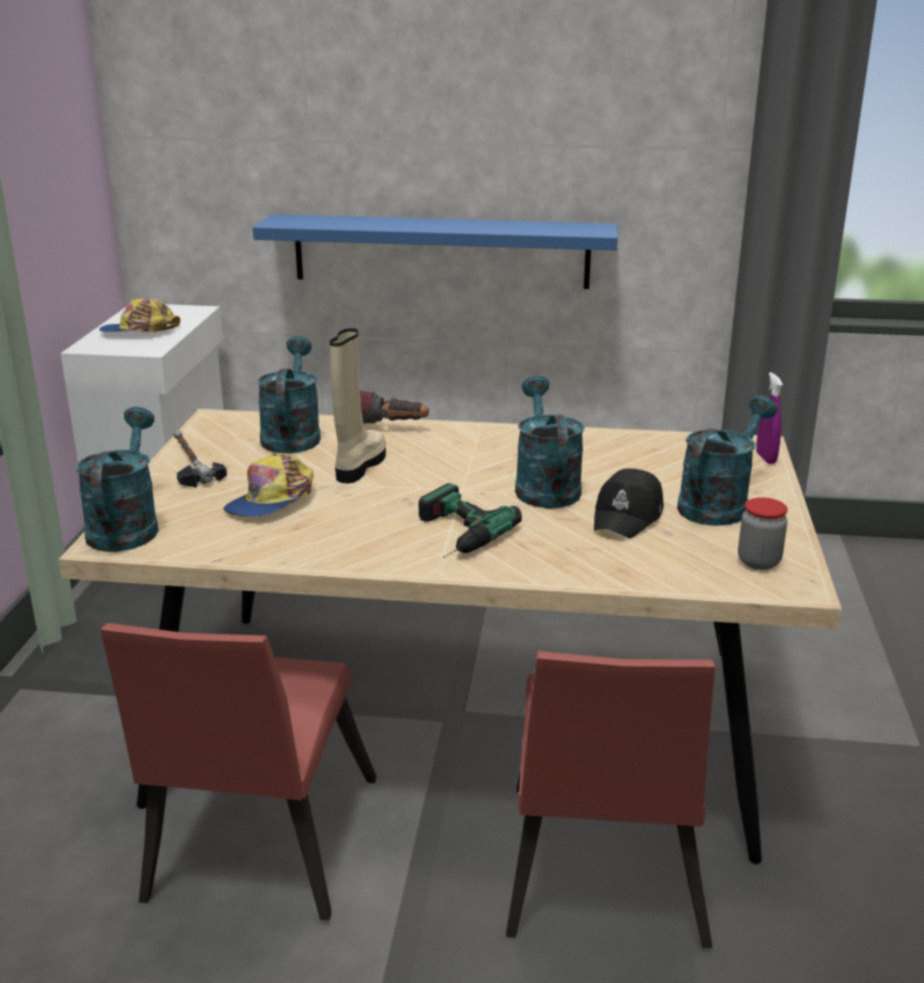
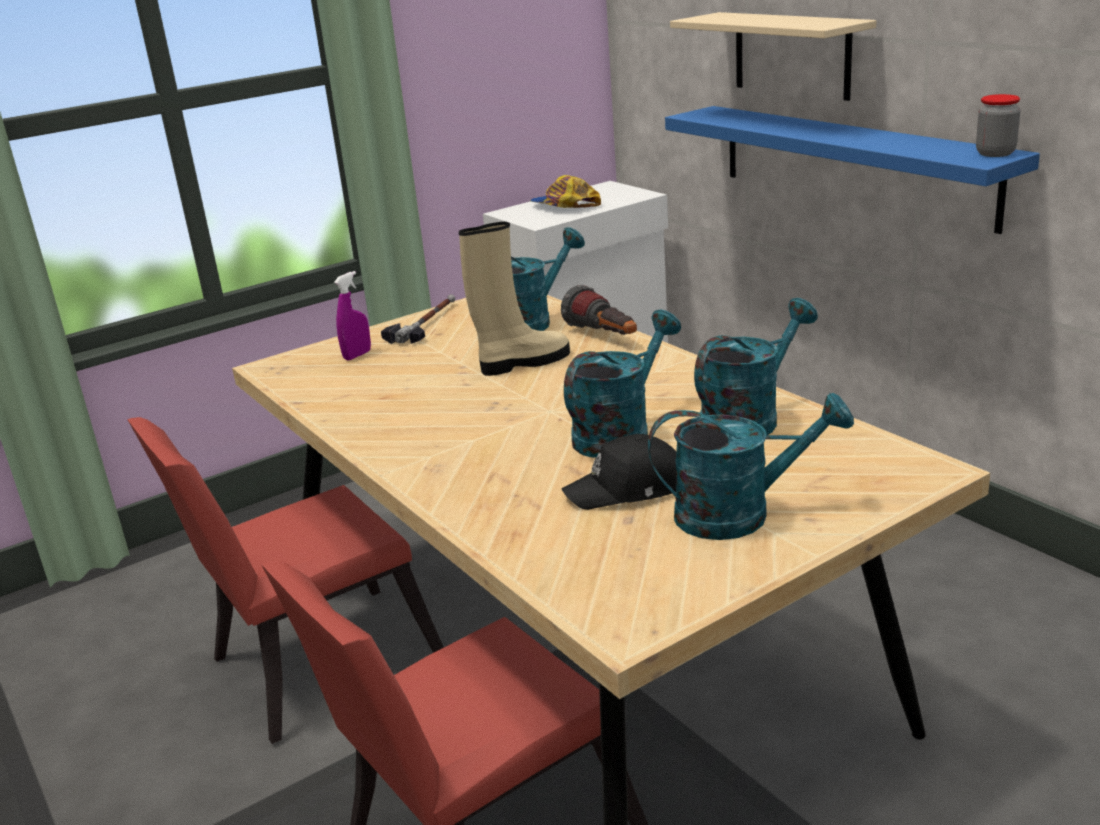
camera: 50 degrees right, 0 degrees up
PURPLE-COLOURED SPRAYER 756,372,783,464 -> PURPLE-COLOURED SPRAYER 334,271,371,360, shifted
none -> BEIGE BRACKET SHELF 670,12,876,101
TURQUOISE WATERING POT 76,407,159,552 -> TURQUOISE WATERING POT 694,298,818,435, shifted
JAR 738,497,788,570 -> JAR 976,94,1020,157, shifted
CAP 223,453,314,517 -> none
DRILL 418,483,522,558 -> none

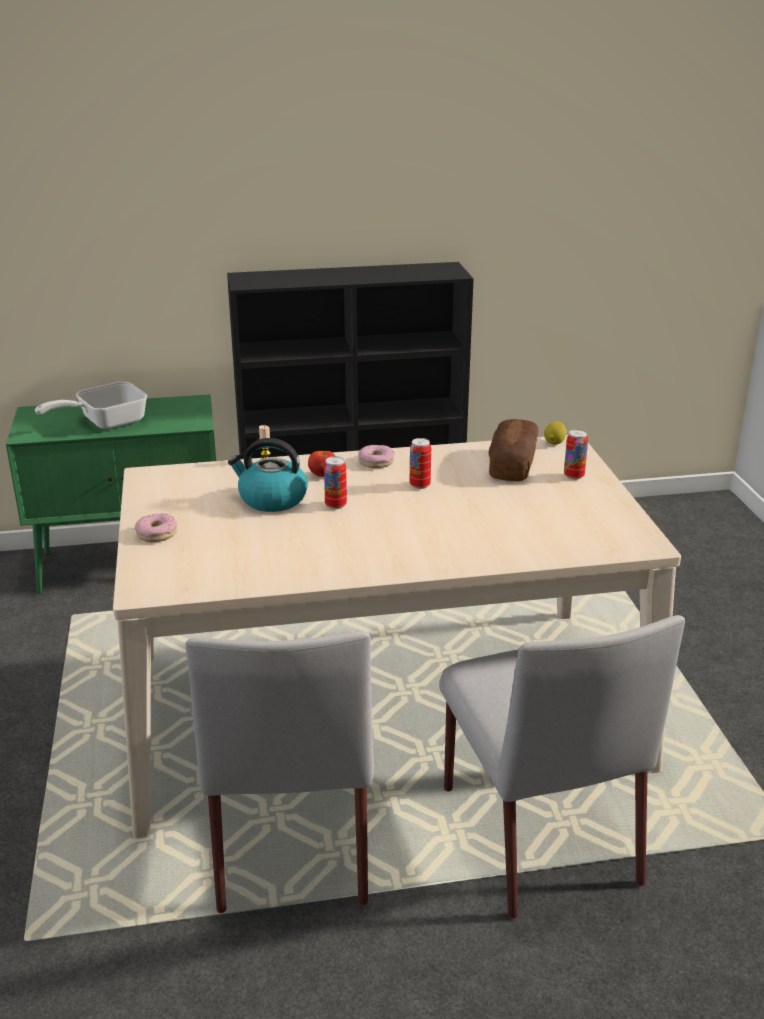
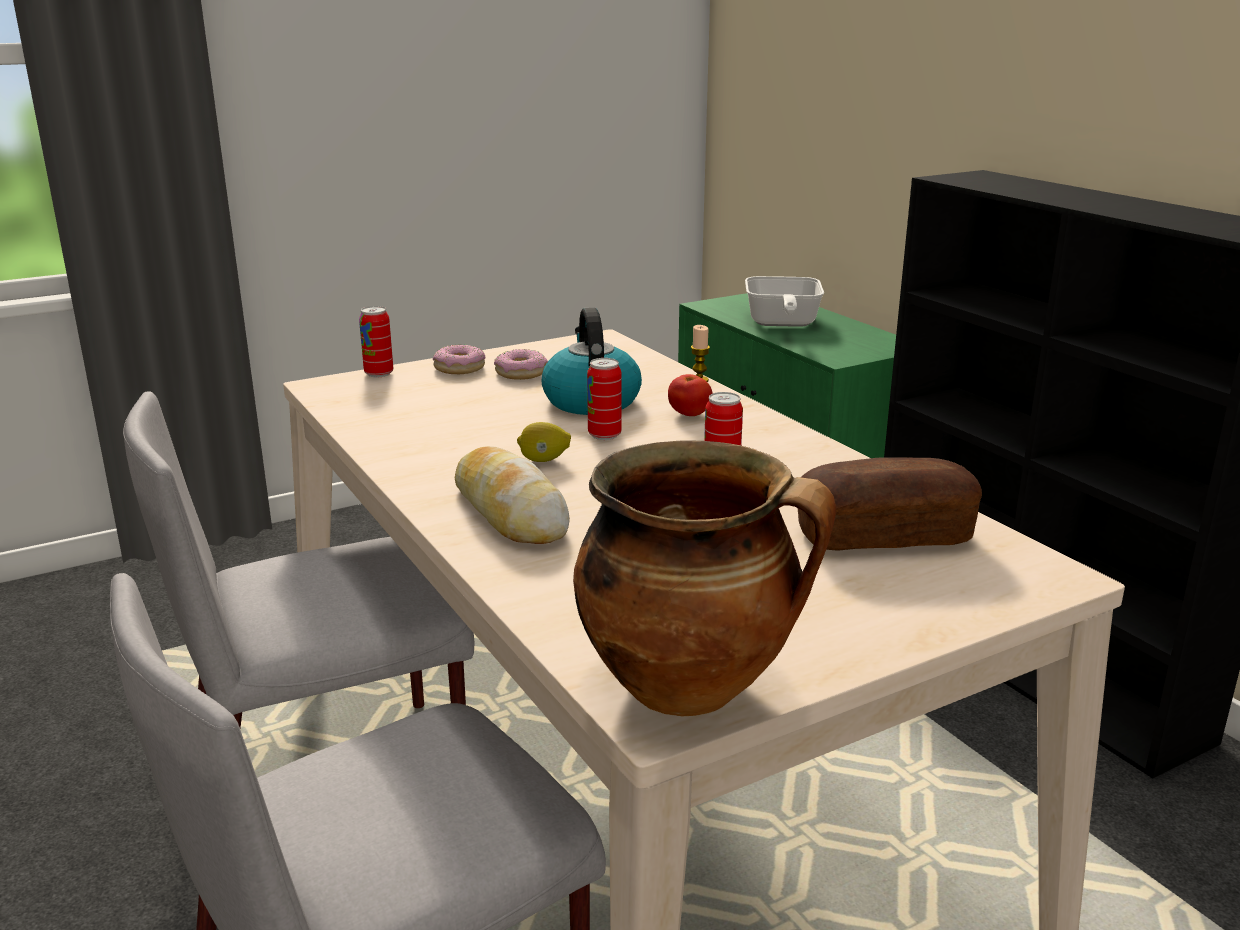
camera: 70 degrees right, 5 degrees down
SEALED CAN 564,429,588,480 -> SEALED CAN 359,306,393,377, shifted
none -> BAKED BREAD 455,446,570,544
DONUT 358,445,395,468 -> DONUT 494,349,548,380, shifted
LEMON 544,422,567,445 -> LEMON 517,422,571,462, shifted
none -> SAUCEPOT 573,441,836,716
SKILLET 35,382,148,430 -> SKILLET 745,276,824,327, 120 degrees counterclockwise

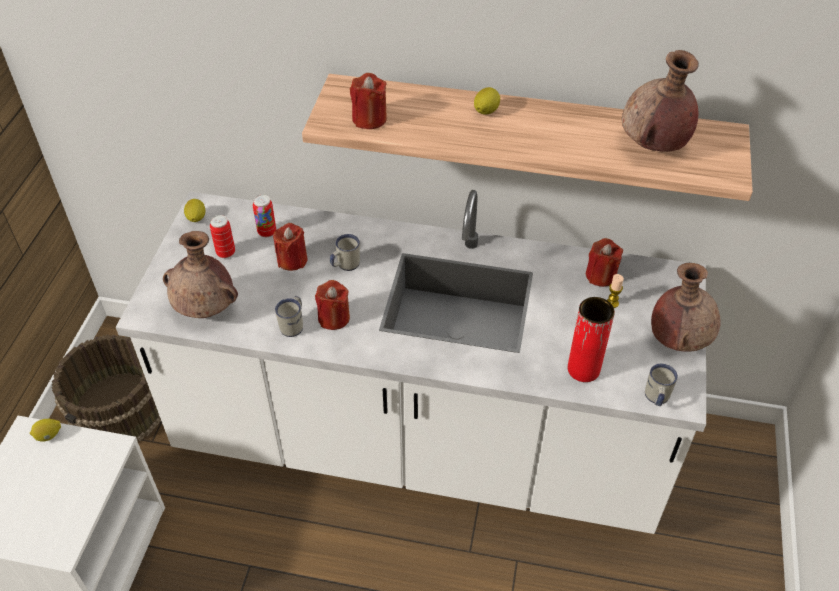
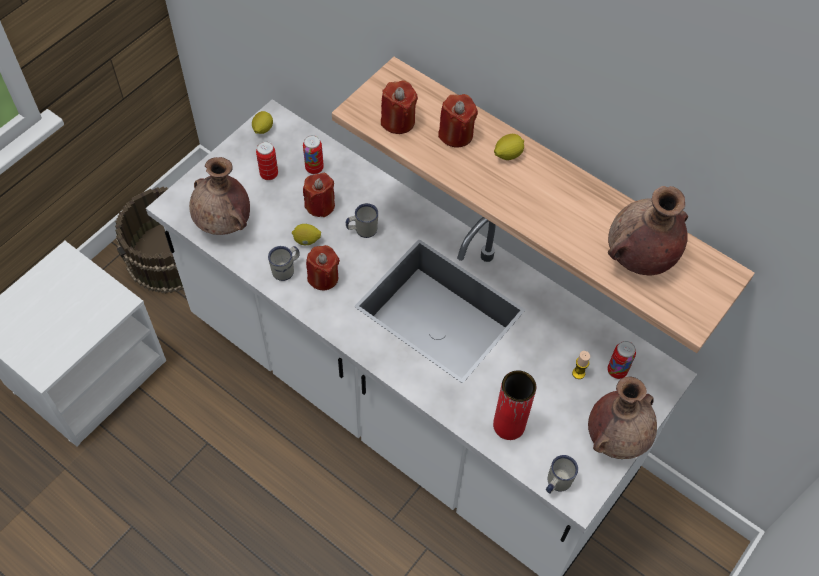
camera: 25 degrees right, 10 degrees up
LEMON 30,419,61,442 -> LEMON 292,224,321,245, shifted
RED WAX CANDLE 586,238,623,287 -> RED WAX CANDLE 438,94,478,148, shifted
none -> SEALED CAN 607,341,636,379

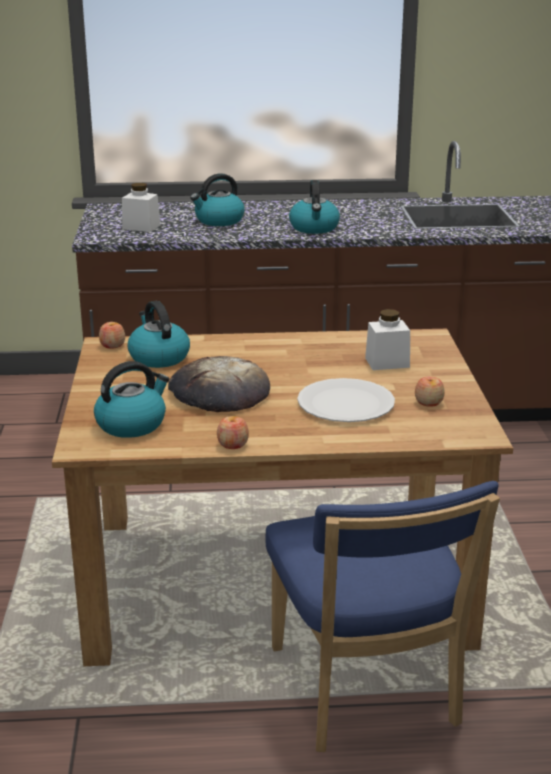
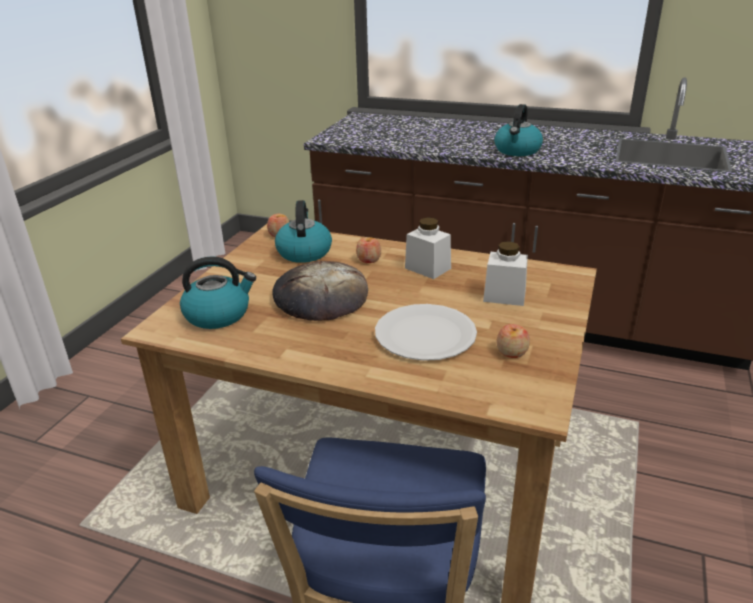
camera: 25 degrees right, 5 degrees up
WHOLE APPLE 217,416,249,449 -> WHOLE APPLE 356,237,381,263, shifted
WHITISH JAR 122,183,160,232 -> WHITISH JAR 405,217,451,279, shifted
TEA KETTLE 190,173,245,226 -> none

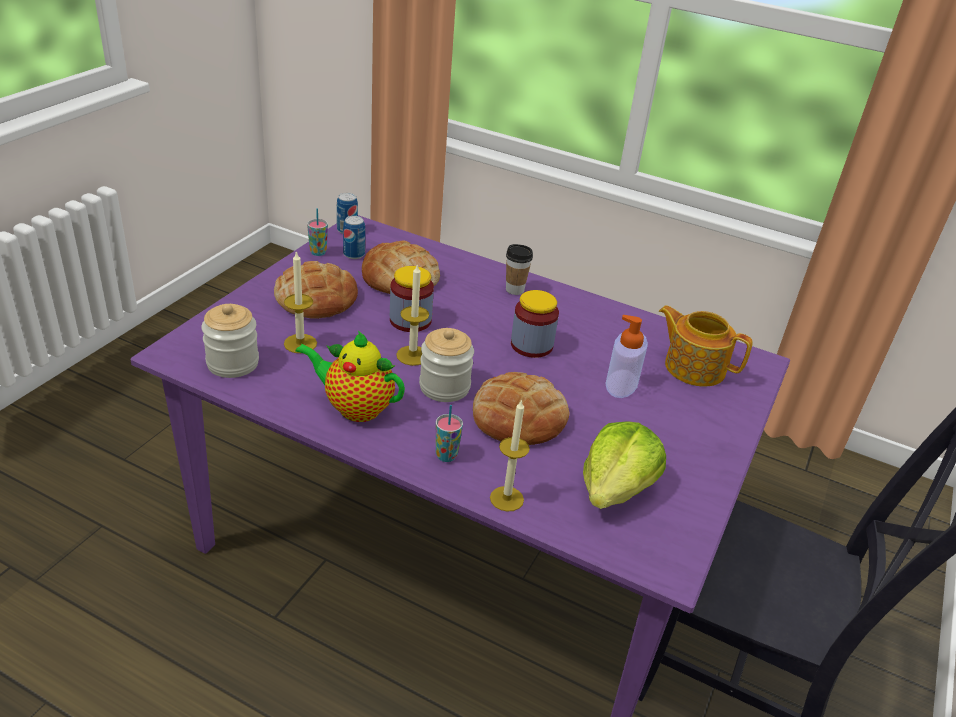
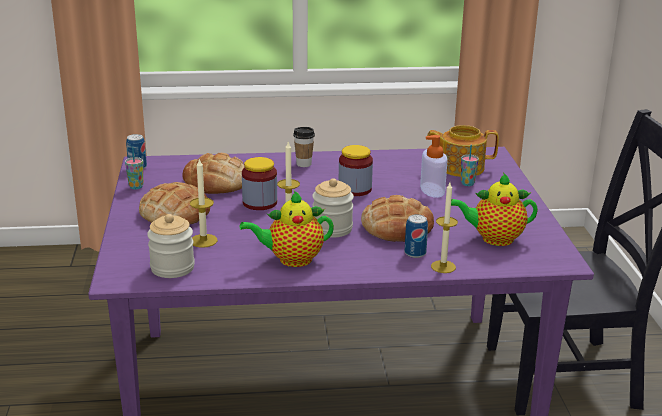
camera: 30 degrees left, 10 degrees down
SEALED CAN 343,216,365,259 -> SEALED CAN 405,214,428,258, shifted
HEAD OF LETTUCE 583,421,666,509 -> POT FOR TEA 451,173,538,246
DRINKING CUP 436,405,463,462 -> DRINKING CUP 461,145,479,186, shifted

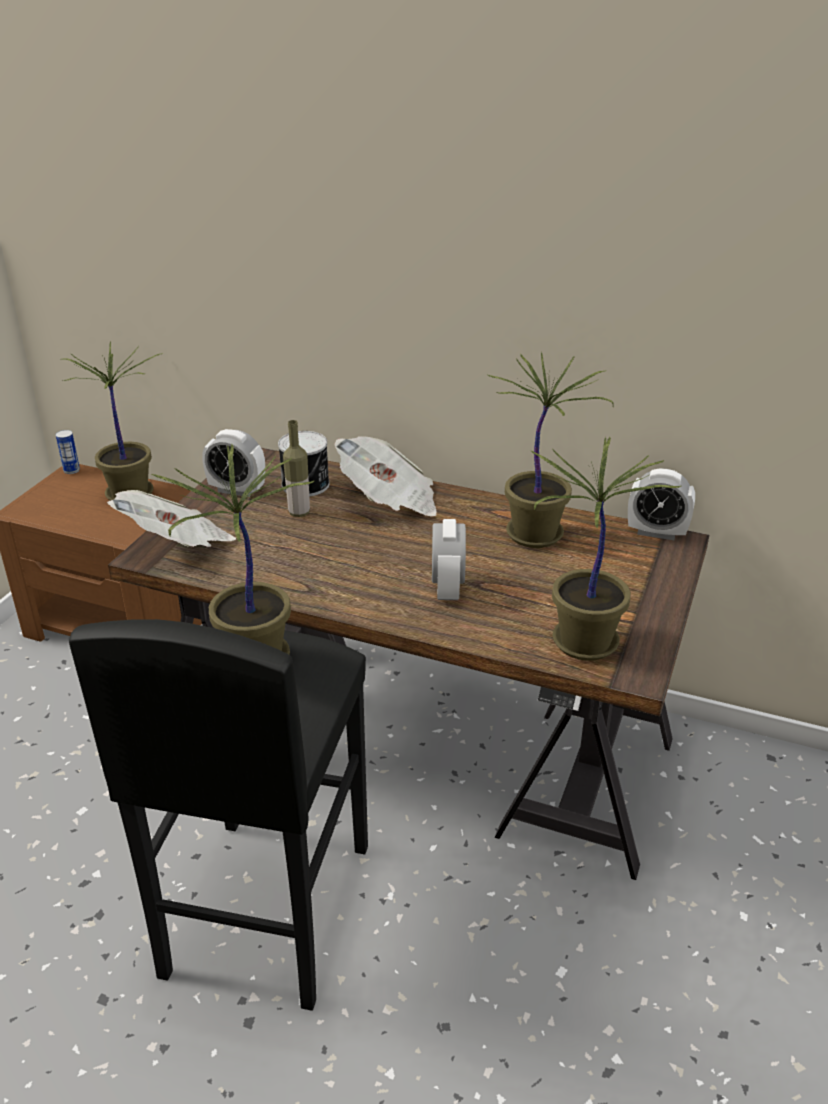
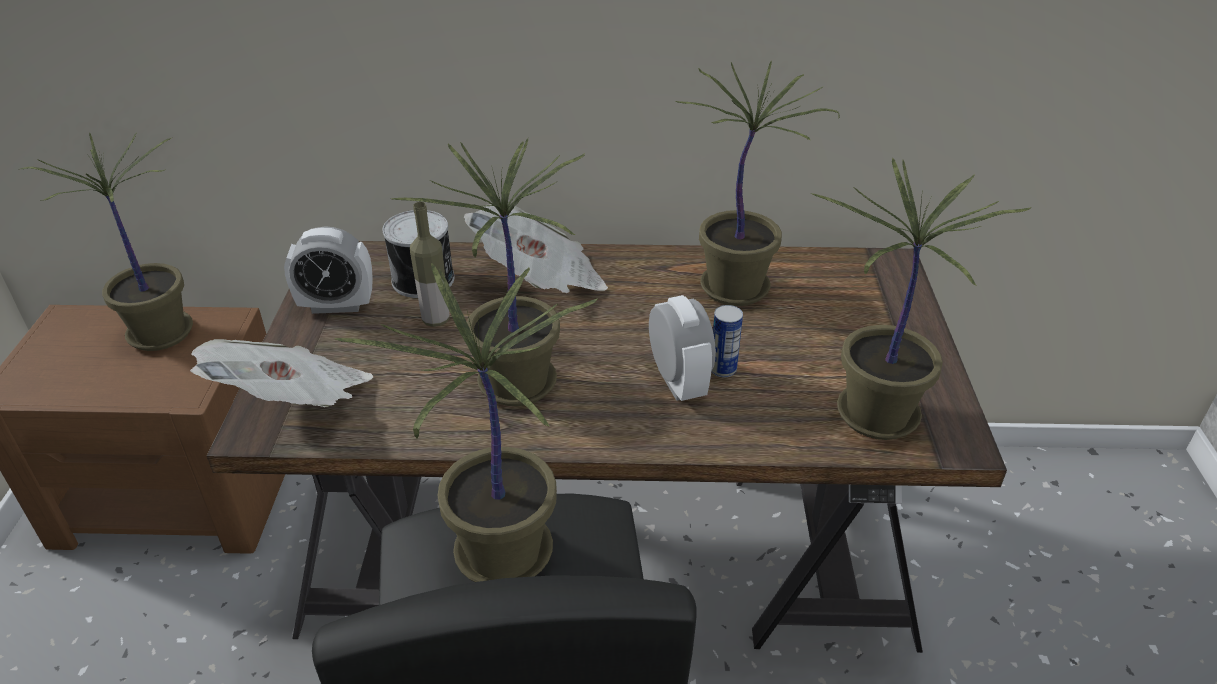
camera: 20 degrees left, 5 degrees up
none -> PLANT IN A POT 391,138,585,406
SEALED CAN 56,430,80,474 -> SEALED CAN 711,305,743,377, shifted
BEDSIDE CLOCK 628,468,695,540 -> none

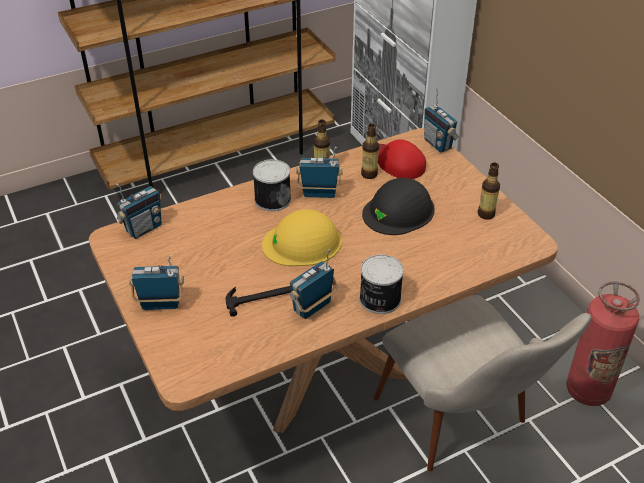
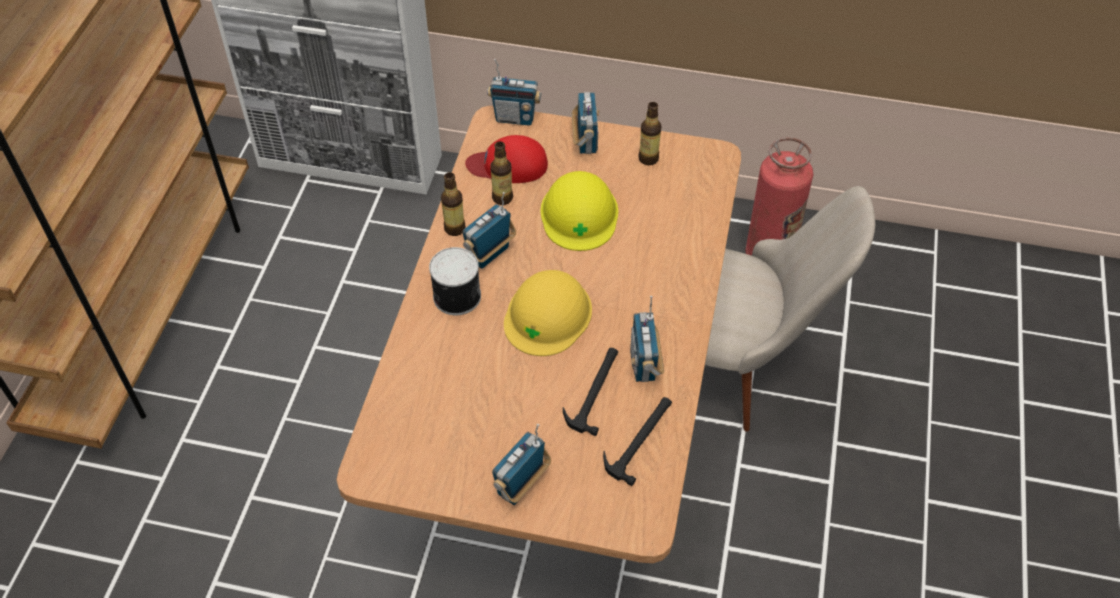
camera: 50 degrees left, 10 degrees up
BLACK HARD HAT 362,178,435,235 -> YELLOW-COLOURED HARD HAT 540,171,618,251
RADIO RECEIVER 117,184,162,239 -> RADIO RECEIVER 571,92,599,154, shifted
none -> TOOL HAMMER 603,397,672,486
SEALED CAN 360,254,404,314 -> none

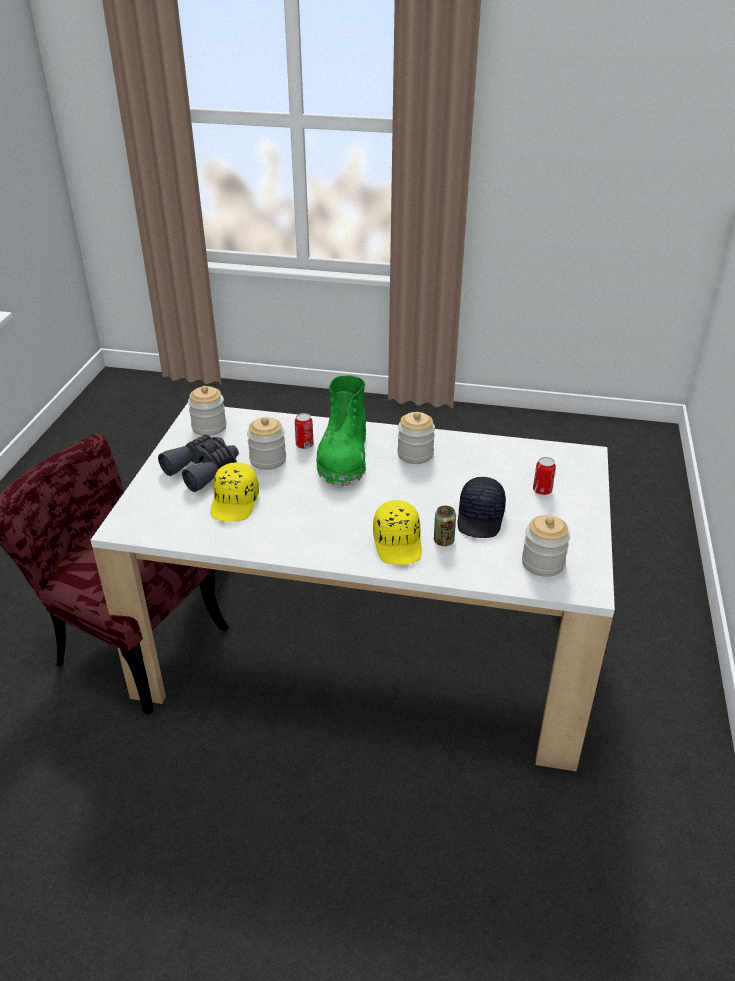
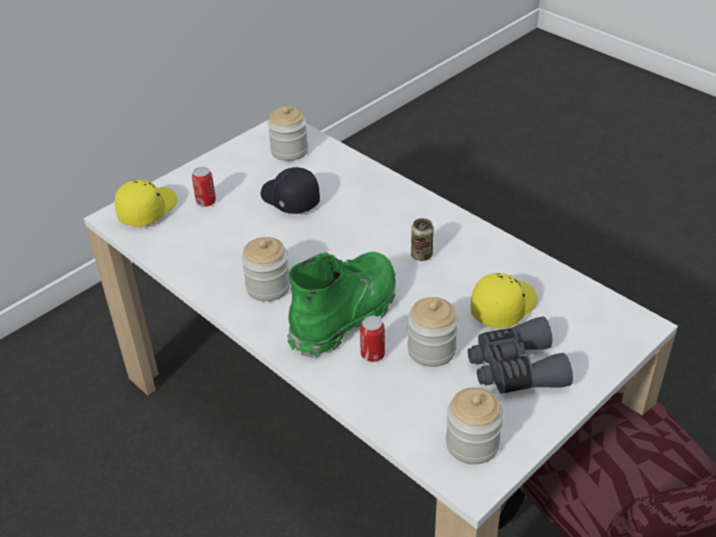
camera: 145 degrees left, 5 degrees up
YELLOW-COLOURED CAP 373,500,422,565 -> YELLOW-COLOURED CAP 115,180,177,227, shifted
BLACK CAP 457,477,506,538 -> BLACK CAP 261,167,320,214, 90 degrees counterclockwise
SEALED CAN 434,506,456,546 -> SEALED CAN 411,218,434,261, shifted

